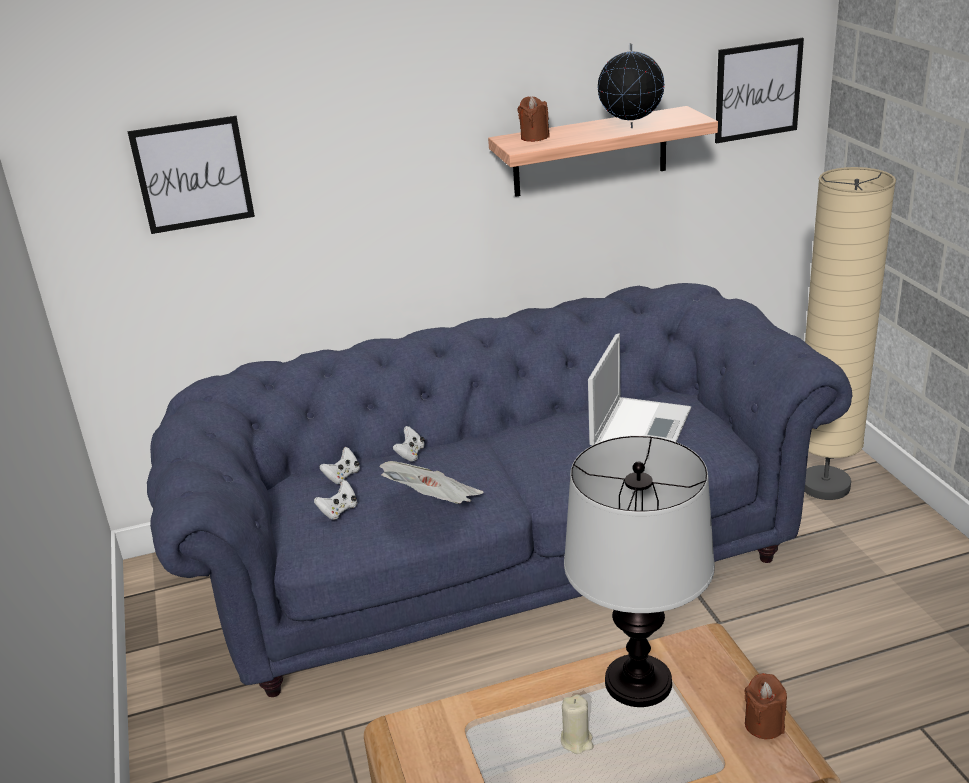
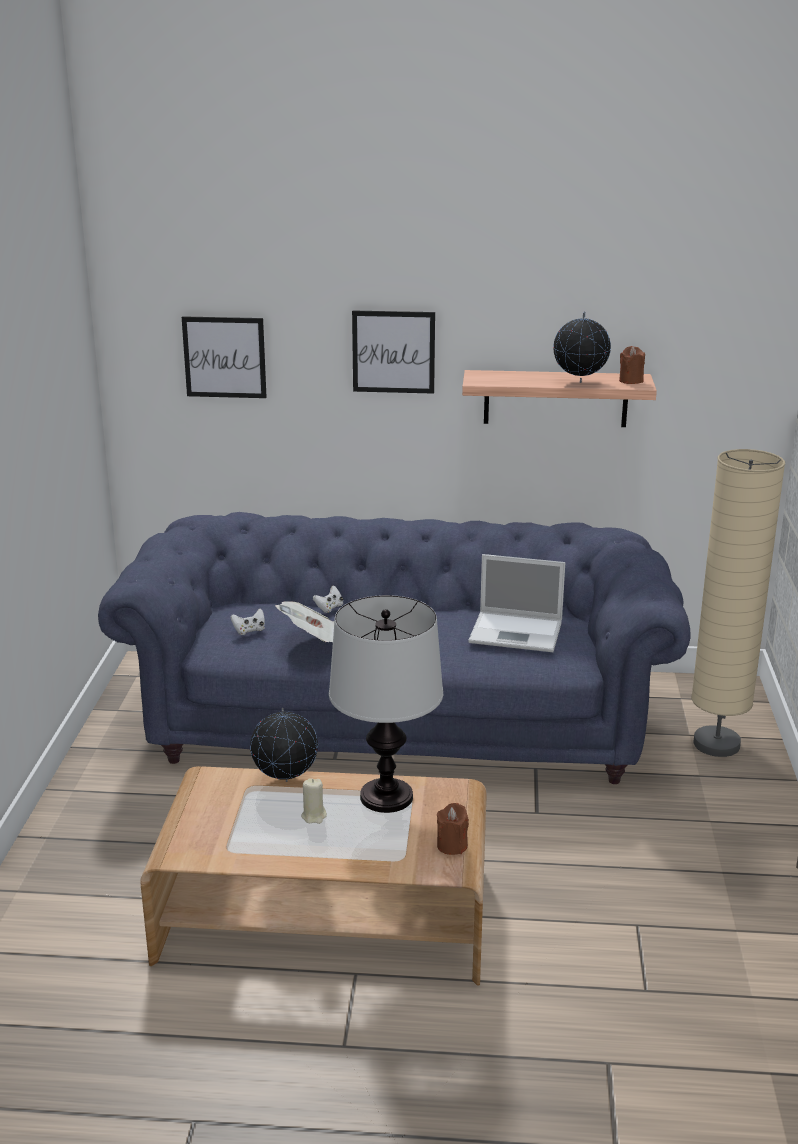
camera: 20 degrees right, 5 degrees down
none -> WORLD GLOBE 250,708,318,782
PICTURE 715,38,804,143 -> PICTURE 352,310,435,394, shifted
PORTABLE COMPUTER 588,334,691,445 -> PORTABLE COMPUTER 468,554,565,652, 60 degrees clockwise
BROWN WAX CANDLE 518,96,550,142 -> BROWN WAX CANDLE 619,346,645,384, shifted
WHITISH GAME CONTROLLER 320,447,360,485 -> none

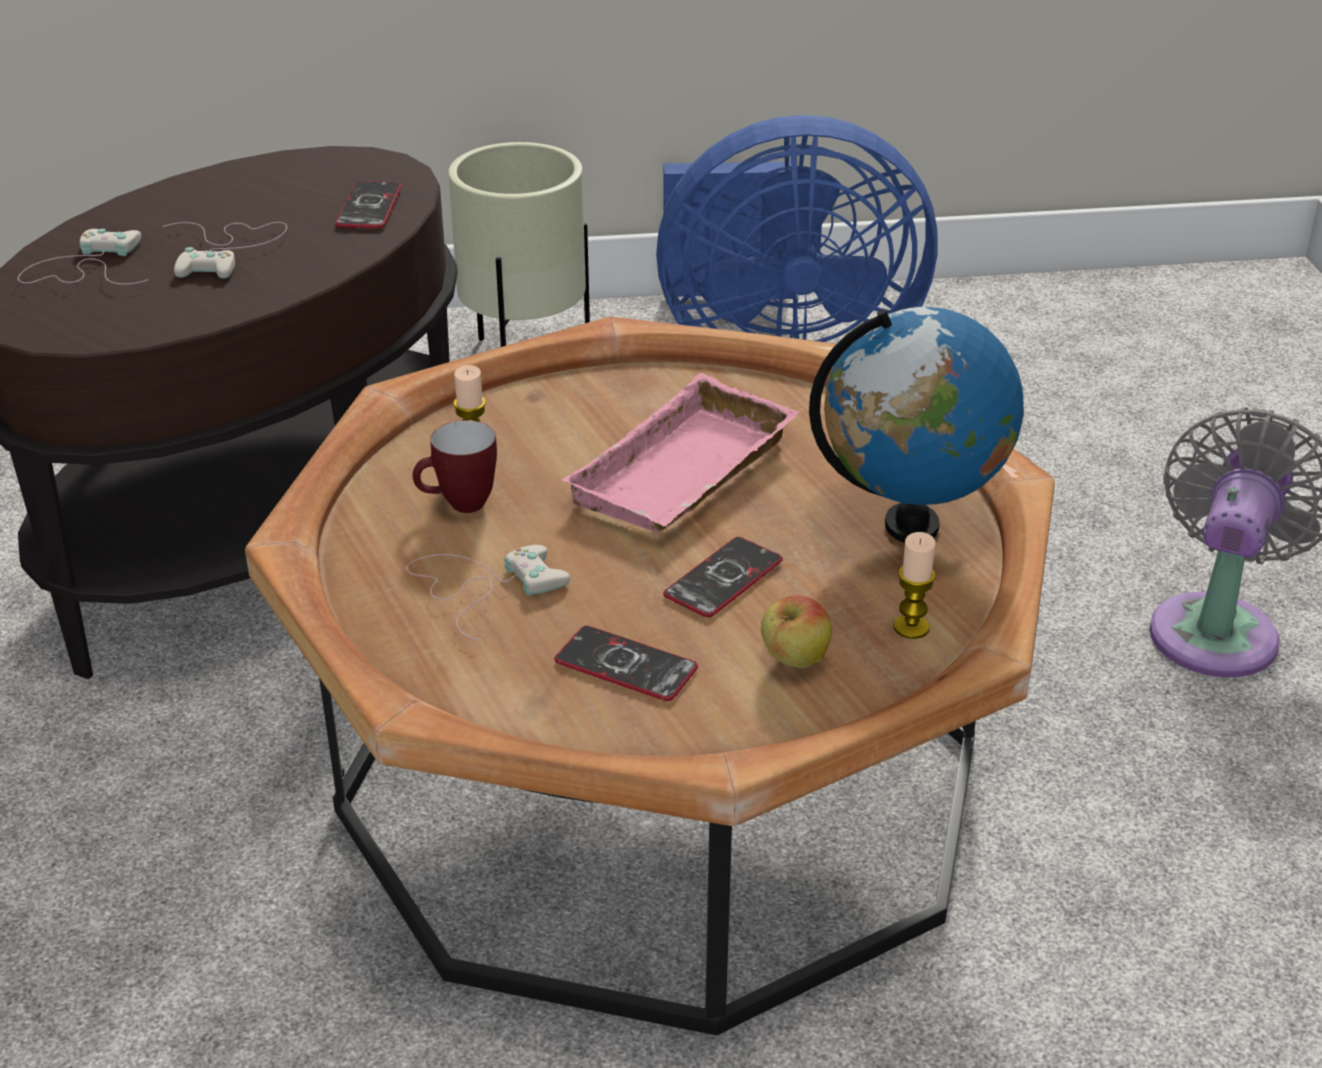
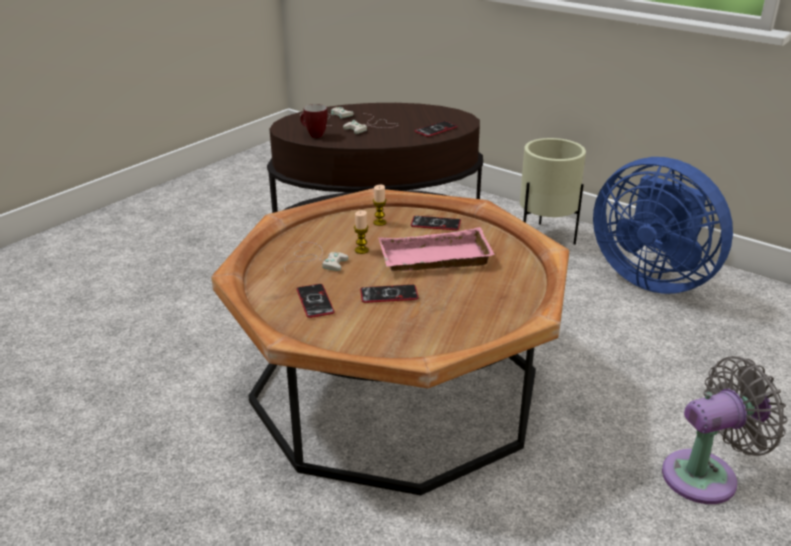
camera: 45 degrees right, 5 degrees down
MUG 413,420,497,513 -> MUG 300,104,328,138, shifted
WAX CANDLE 894,532,936,639 -> WAX CANDLE 354,210,369,254, shifted
none -> TELEPHONE 411,216,461,230
WHOLE APPLE 761,596,832,668 -> none
WORLD GLOBE 809,307,1024,543 -> none

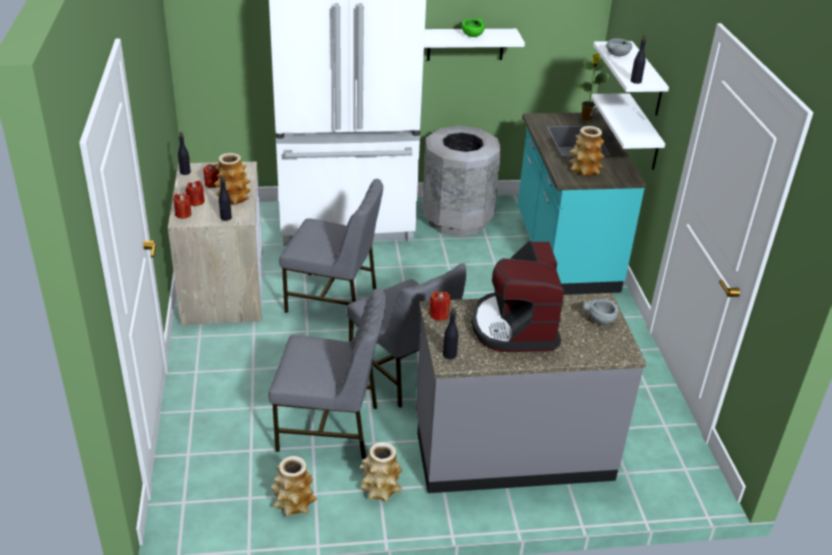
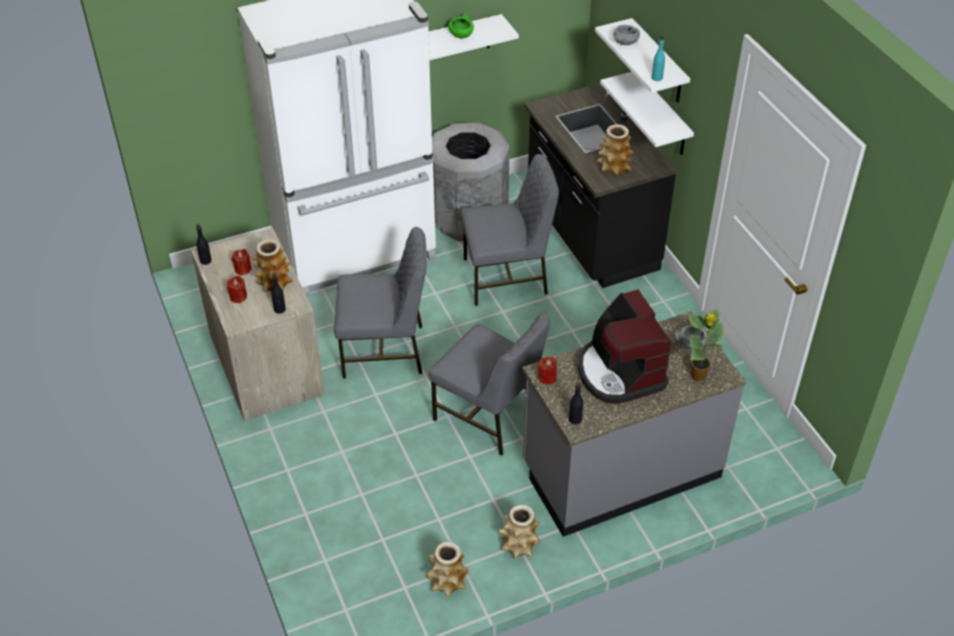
camera: 15 degrees left, 10 degrees up
GREYISH CHAIR 269,288,387,459 -> GREYISH CHAIR 460,154,559,306, shifted
TURQUOISE KITCHEN BASE UNIT 518,106,646,295 -> BLACK KITCHEN BASE UNIT 525,84,677,288
BLACK DRINK BOTTLE 631,35,646,84 -> TURQUOISE DRINK BOTTLE 652,36,665,81
PLANT IN A POT 576,54,609,120 -> PLANT IN A POT 688,308,724,381, shifted
RED WAX CANDLE 173,193,192,219 -> none

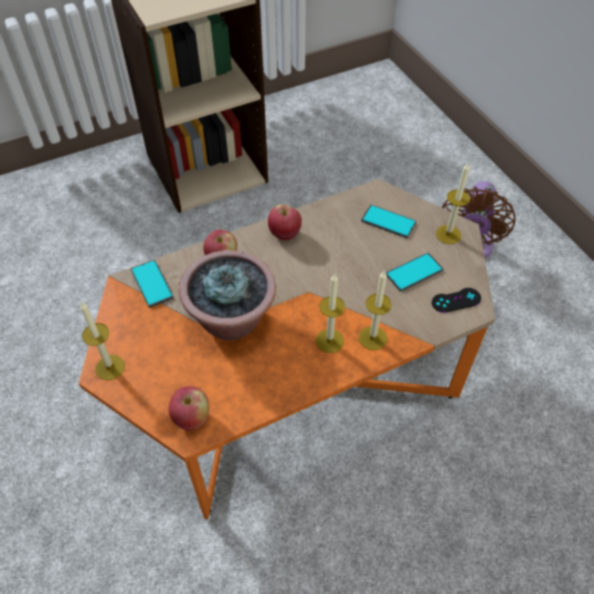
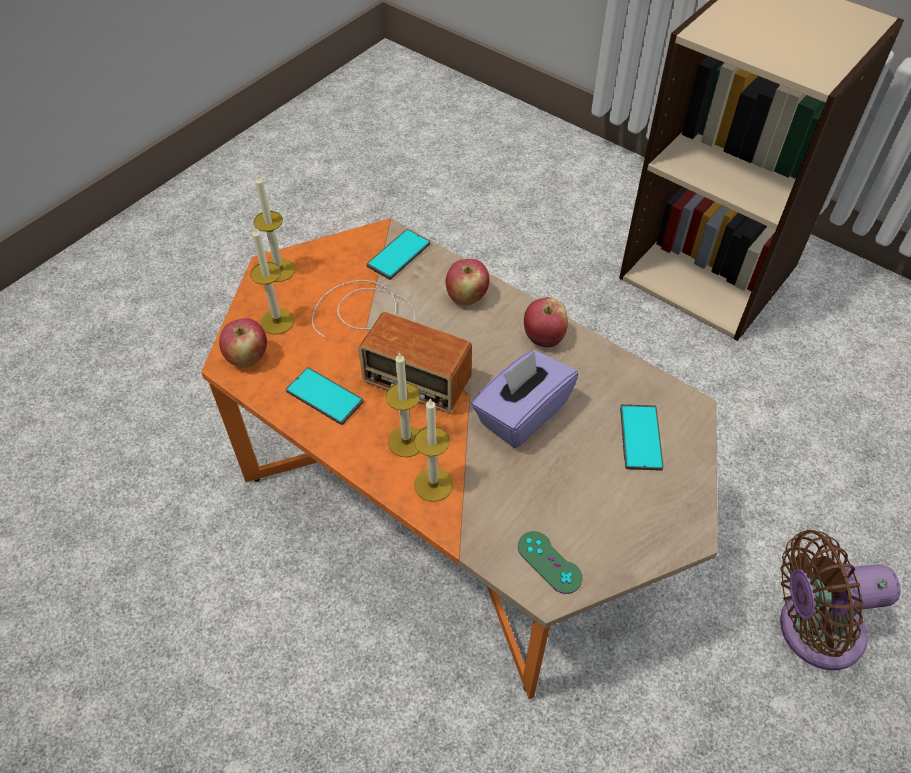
camera: 65 degrees right, 0 degrees up
WAX CANDLE 436,163,470,244 -> WAX CANDLE 250,227,294,335, shifted
TELEPHONE 386,253,443,292 -> TELEPHONE 286,367,364,425, shifted
PLANT IN A POT 179,250,276,340 -> RADIO RECEIVER 312,280,472,413
none -> PURPLE-COLOURED TISSUE HOLDER 471,350,578,448
BLACK GAME CONTROLLER 432,288,481,313 -> GREEN-COLOURED GAME CONTROLLER 518,531,583,594

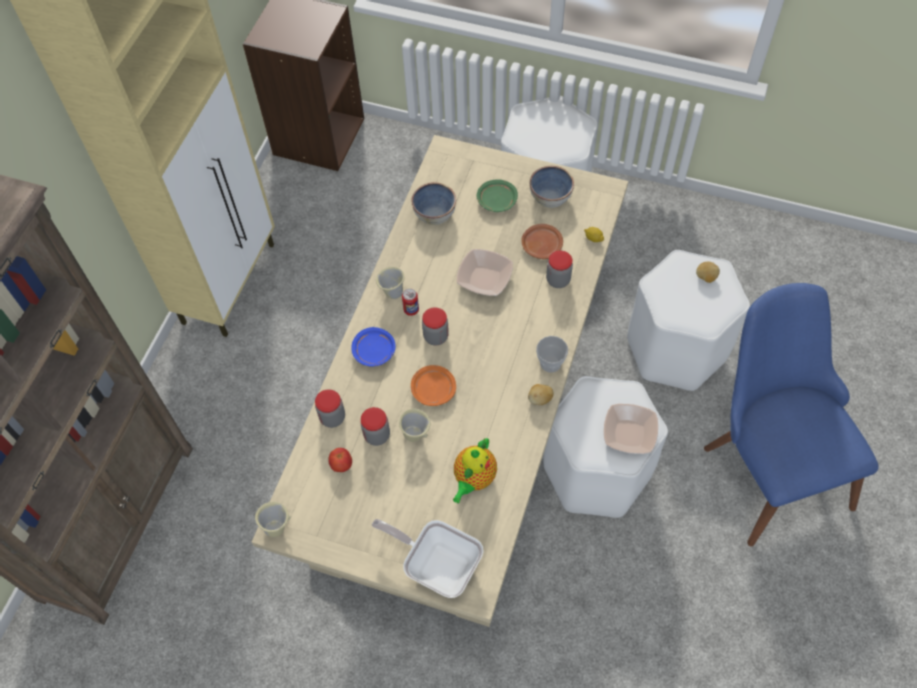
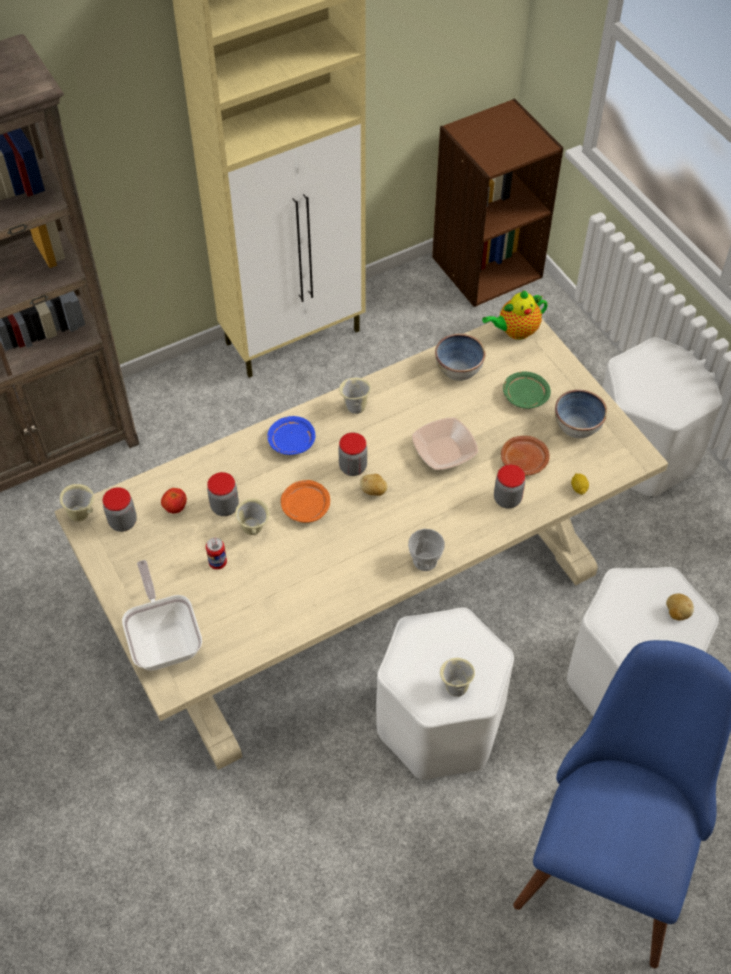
camera: 40 degrees right, 5 degrees down
JAR 315,389,345,428 -> JAR 103,487,137,532, shifted
SEALED CAN 402,289,419,316 -> SEALED CAN 206,538,227,570, shifted
WHOLE POTATO 528,384,553,405 -> WHOLE POTATO 360,474,387,496, shifted
BOWL 604,404,658,454 -> BEIGE MUG 440,658,475,697
POT FOR TEA 453,438,497,503 -> POT FOR TEA 482,290,548,340, shifted

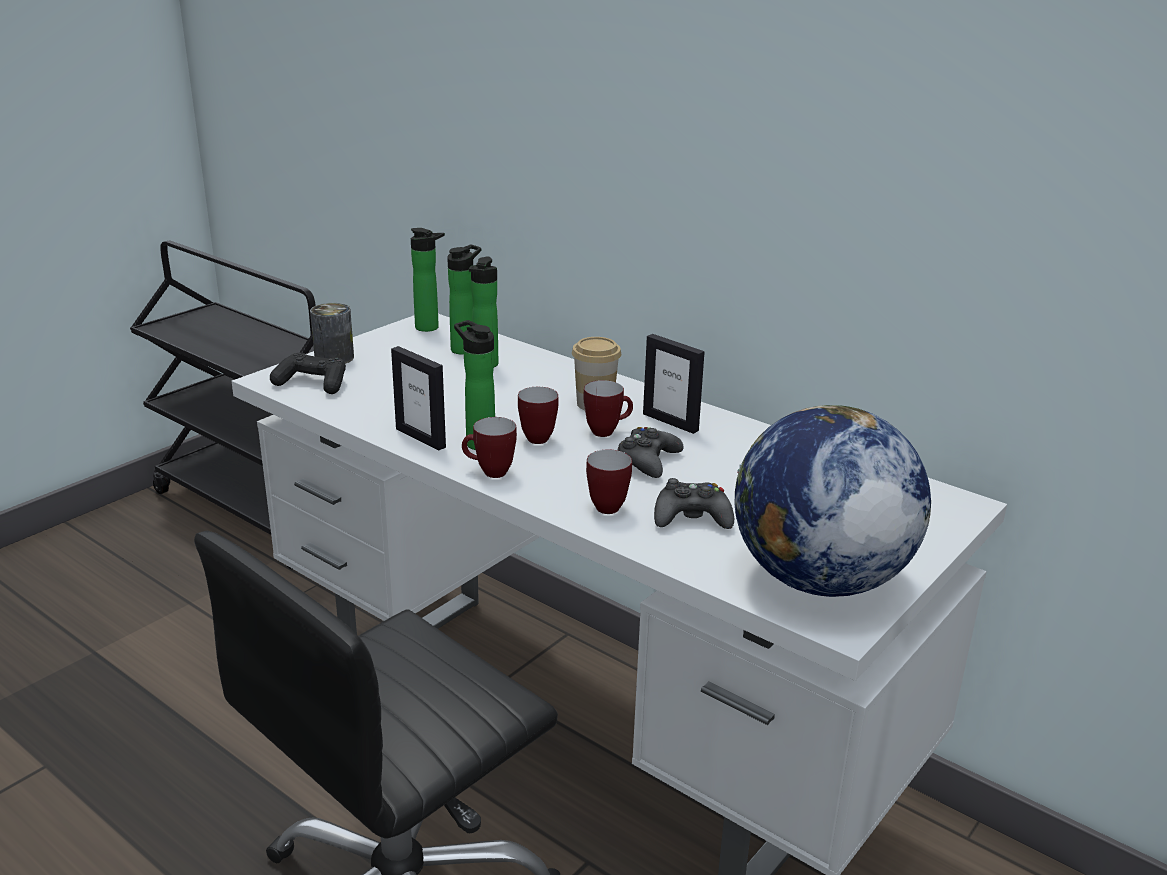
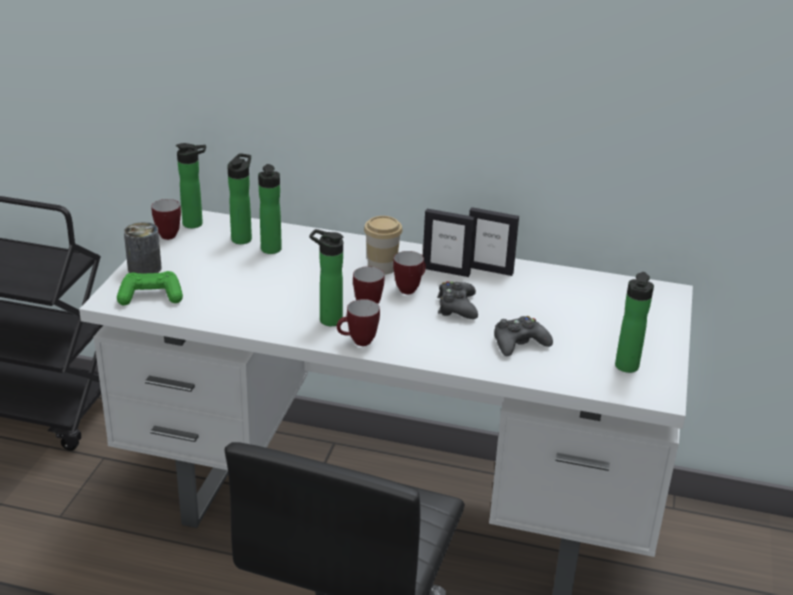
camera: 25 degrees left, 5 degrees up
BLACK GAME CONTROLLER 270,353,346,394 -> GREEN-COLOURED GAME CONTROLLER 117,271,183,305
MUG 586,450,632,514 -> MUG 151,199,181,240, shifted
PHOTO FRAME 391,346,446,451 -> PHOTO FRAME 469,207,519,276, shifted
WORLD GLOBE 735,405,931,597 -> DRINK BOTTLE 615,272,654,373

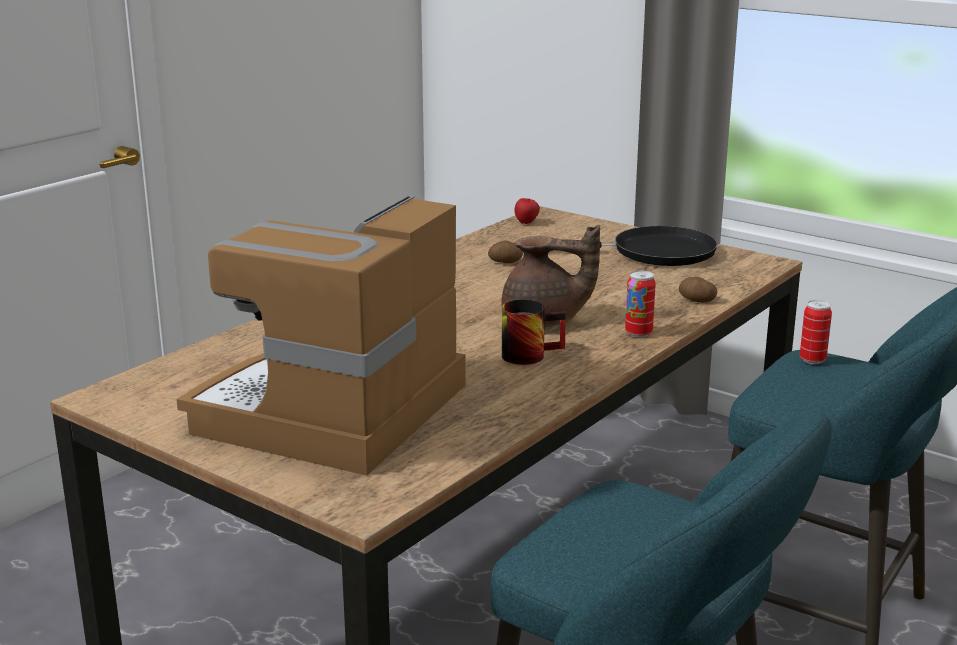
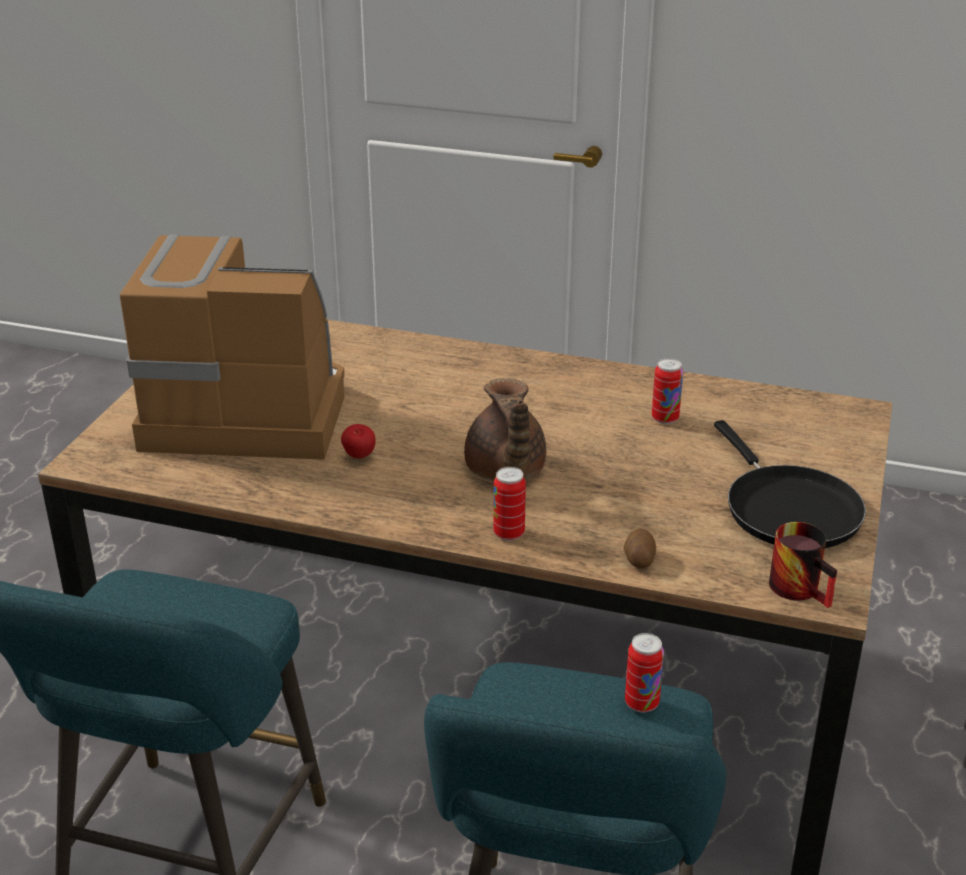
camera: 70 degrees right, 10 degrees up
WHOLE APPLE 514,198,540,224 -> WHOLE APPLE 341,424,375,459, shifted
WHOLE POTATO 488,240,523,263 -> SEALED CAN 652,358,683,424
MUG 502,299,566,365 -> MUG 769,522,837,608, shifted

